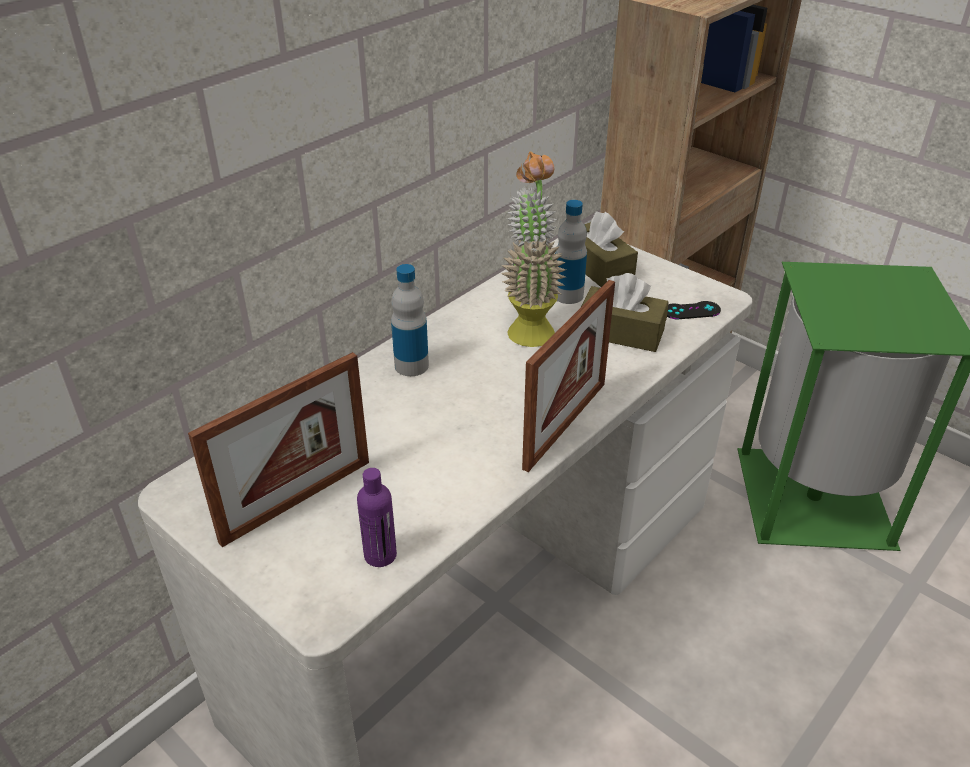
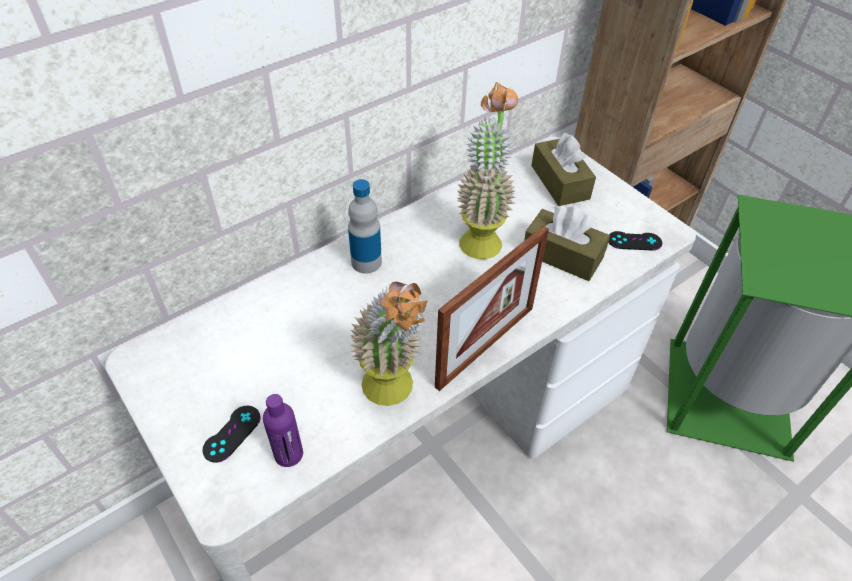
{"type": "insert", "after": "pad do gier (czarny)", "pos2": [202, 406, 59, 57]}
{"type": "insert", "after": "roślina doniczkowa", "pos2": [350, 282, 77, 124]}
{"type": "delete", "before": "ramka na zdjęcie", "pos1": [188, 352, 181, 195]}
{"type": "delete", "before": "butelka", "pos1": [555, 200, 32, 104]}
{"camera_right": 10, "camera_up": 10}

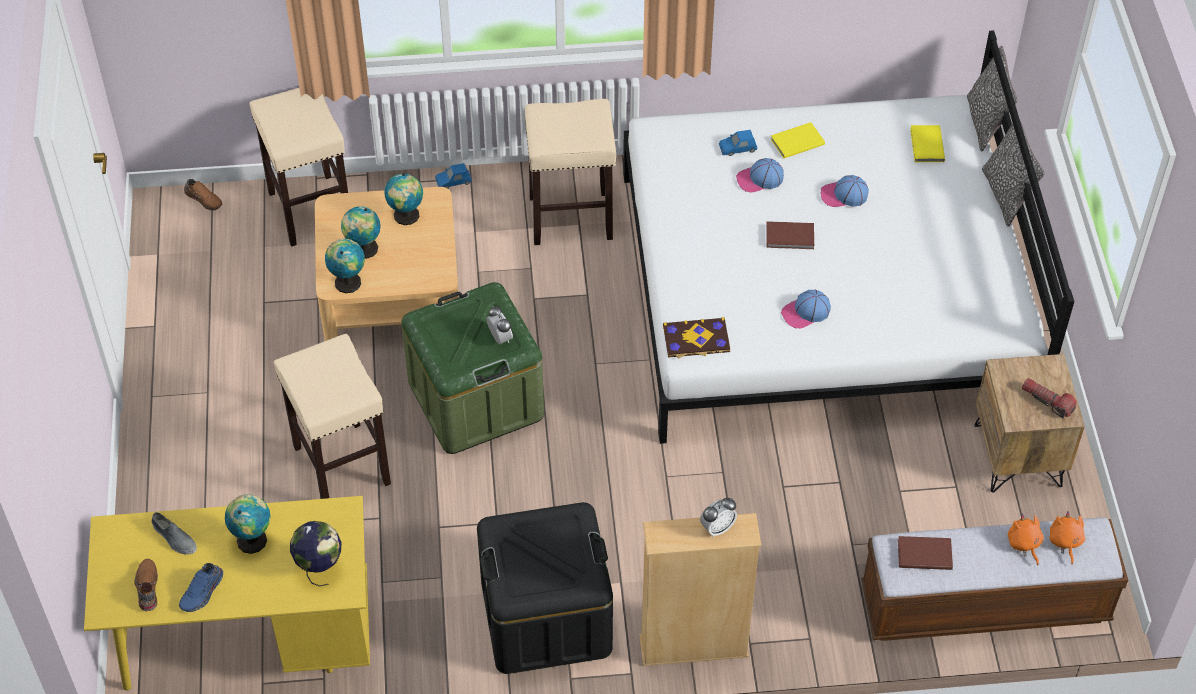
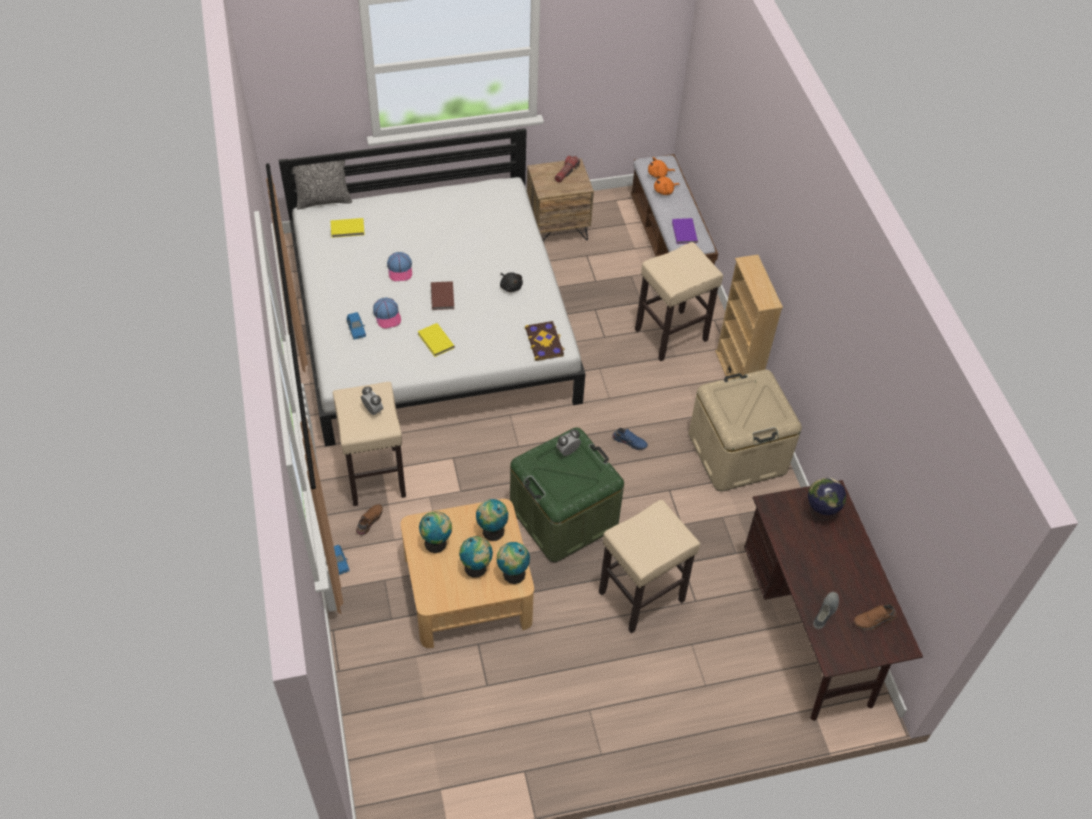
{"type": "move", "before": "but (brązowy)", "pos1": [184, 179, 38, 31], "pos2": [356, 504, 27, 32]}
{"type": "move", "before": "budzik", "pos1": [700, 498, 37, 39], "pos2": [361, 387, 22, 28]}
{"type": "move", "before": "książka (żółty)", "pos1": [771, 122, 54, 36], "pos2": [418, 323, 37, 34]}
{"type": "move", "before": "globus", "pos1": [225, 494, 45, 60], "pos2": [476, 499, 32, 42]}
{"type": "replace", "before": "czapka z daszkiem", "after": "pluszak (czarny)", "pos1": [781, 290, 50, 38], "pos2": [500, 272, 23, 20]}
{"type": "move", "before": "but (niebieski)", "pos1": [179, 563, 44, 49], "pos2": [612, 428, 36, 22]}
{"type": "move", "before": "stołek (beżowy)", "pos1": [249, 88, 99, 158], "pos2": [635, 242, 88, 119]}
{"type": "recolor", "before": "książka (brązowy)", "after": "książka (fioletowy)", "pos1": [898, 536, 55, 34], "pos2": [672, 218, 26, 26]}
{"type": "recolor", "before": "pojemnik do przechowywania (czarny)", "after": "pojemnik do przechowywania (beżowy)", "pos1": [477, 502, 136, 172], "pos2": [689, 369, 113, 122]}
{"type": "recolor", "before": "biurko (żółty)", "after": "biurko (brązowy)", "pos1": [84, 496, 286, 195], "pos2": [744, 480, 179, 241]}
{"type": "delete", "before": "poduszka", "pos1": [982, 121, 63, 106]}
{"camera_right": -100, "camera_up": 0}

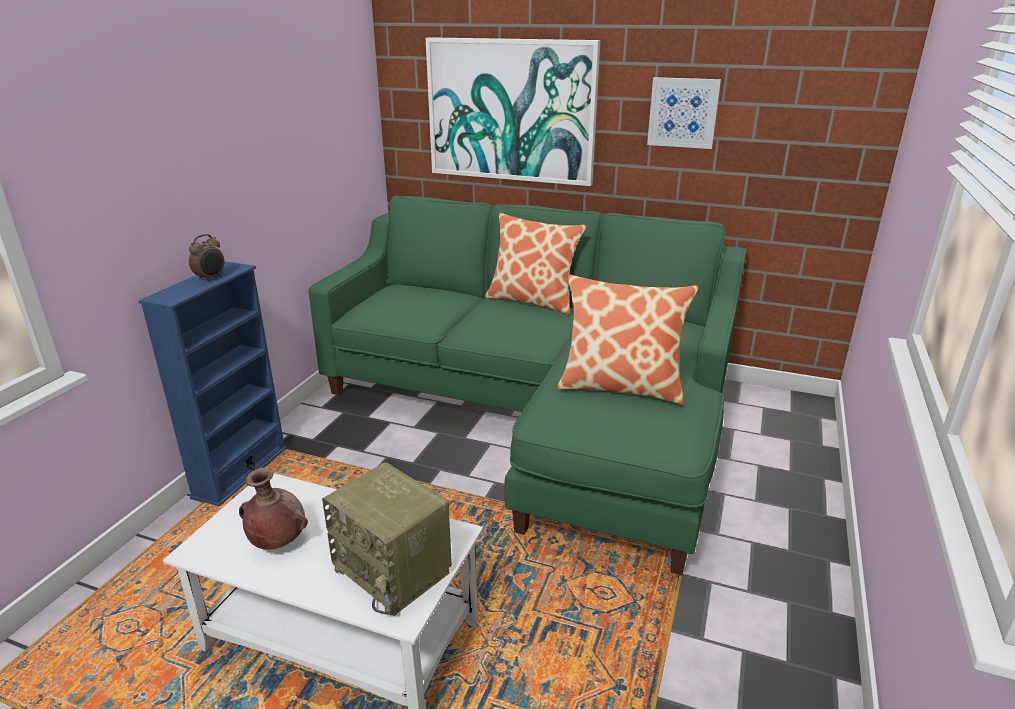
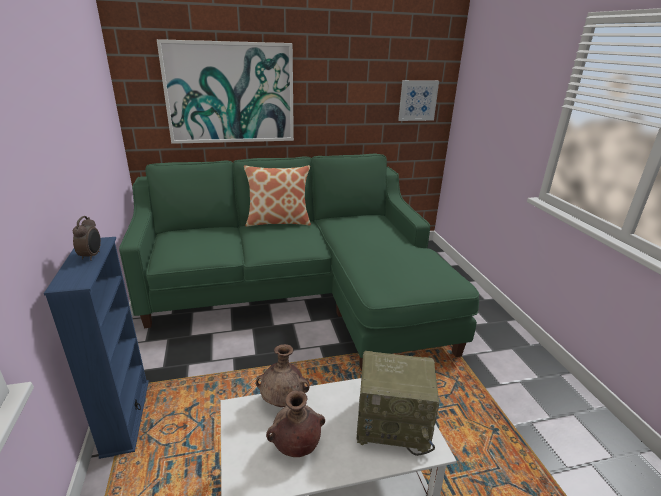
{"type": "insert", "after": "wazon (brązowy)", "pos2": [256, 344, 54, 63]}
{"type": "move", "before": "obraz", "pos1": [647, 77, 74, 72], "pos2": [398, 80, 41, 41]}
{"type": "delete", "before": "poduszka", "pos1": [557, 275, 142, 130]}
{"camera_right": -35, "camera_up": 0}

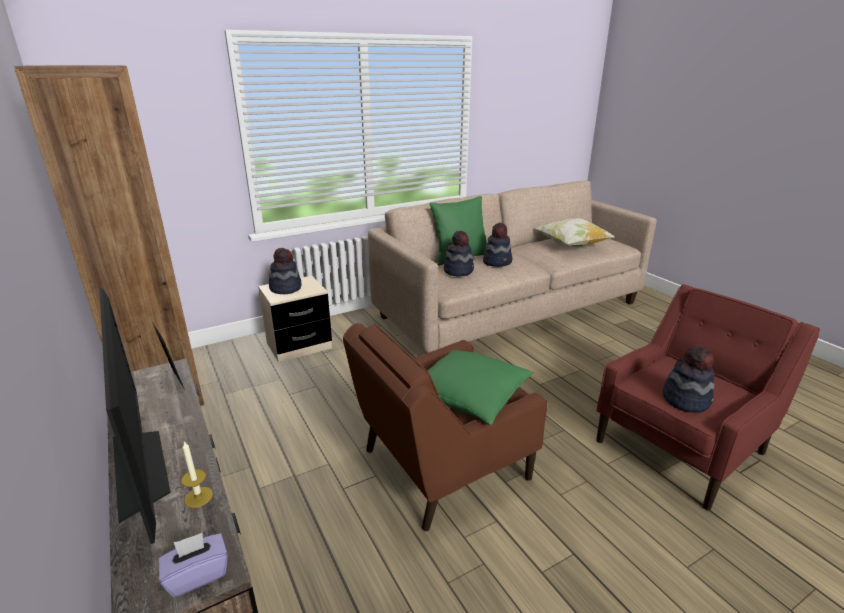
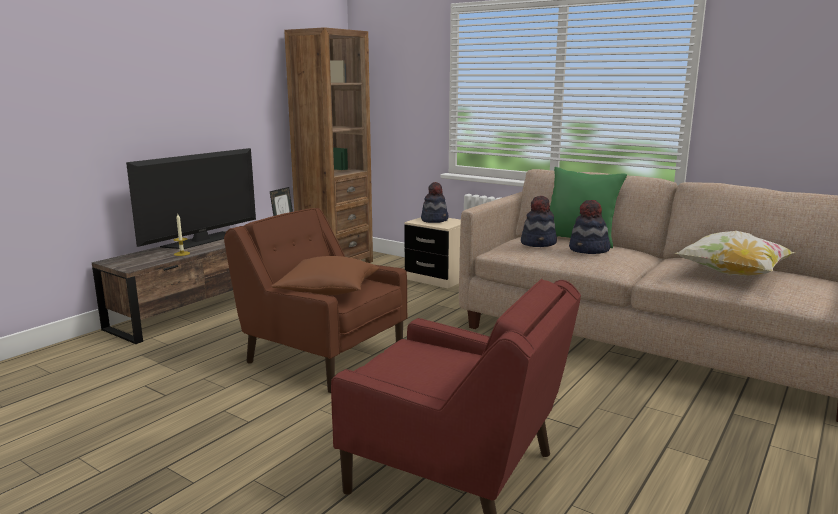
{"type": "recolor", "before": "poduszka (zielony)", "after": "poduszka (brązowy)", "pos1": [427, 350, 107, 75], "pos2": [271, 256, 108, 39]}
{"type": "delete", "before": "pudełko chusteczek (fioletowy)", "pos1": [159, 533, 69, 64]}
{"type": "delete", "before": "kapelusz", "pos1": [663, 345, 52, 68]}
{"camera_right": 65, "camera_up": -10}

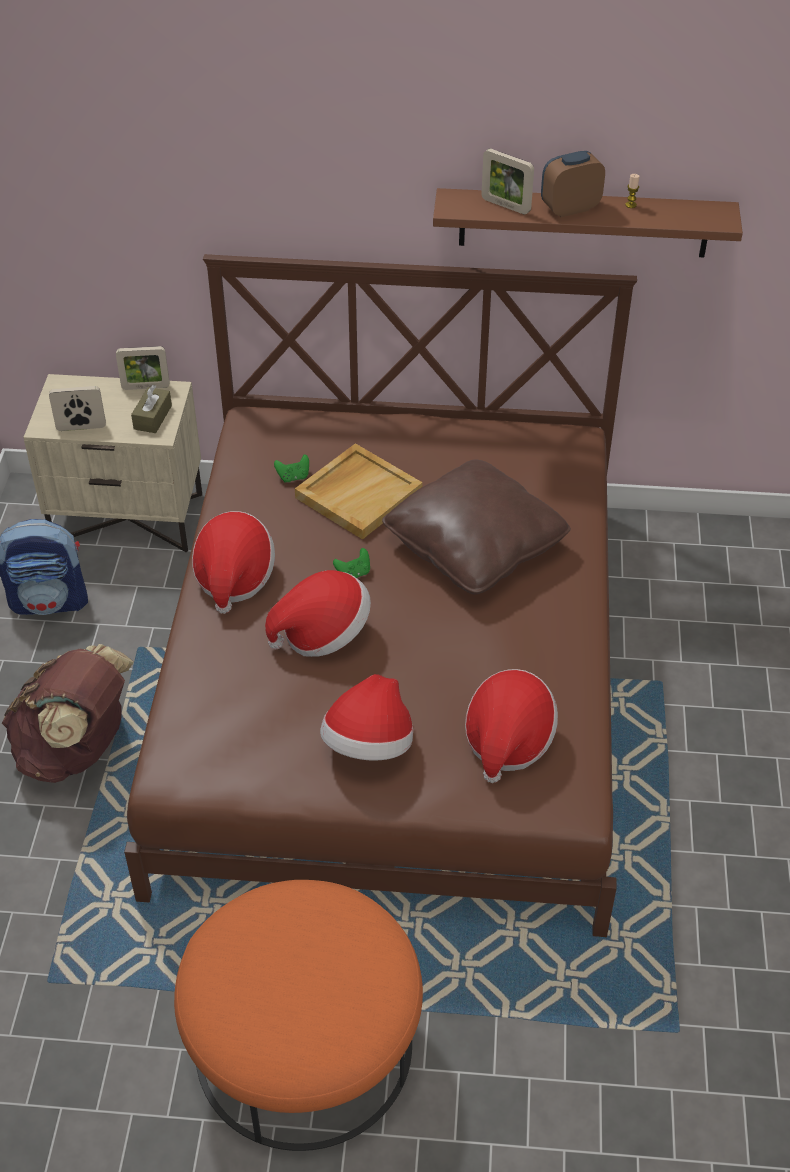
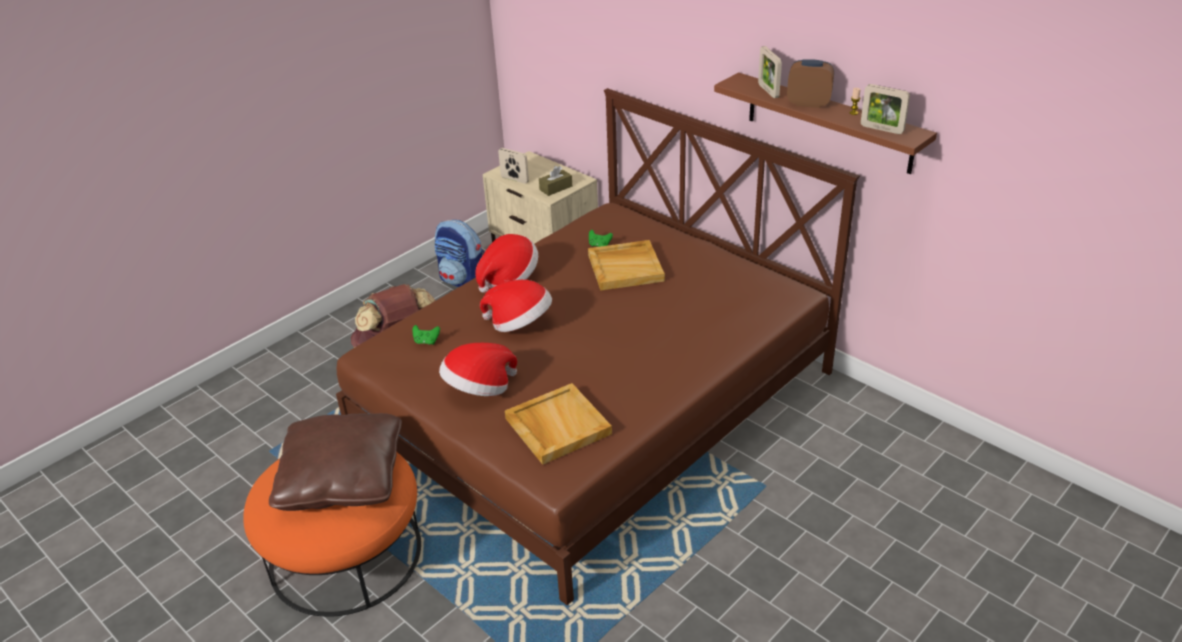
{"type": "move", "before": "poduszka (brązowy)", "pos1": [382, 460, 189, 134], "pos2": [269, 413, 133, 98]}
{"type": "move", "before": "pad do gier (zielony)", "pos1": [333, 548, 37, 30], "pos2": [412, 325, 28, 20]}
{"type": "replace", "before": "kapelusz", "after": "taca (beżowy)", "pos1": [465, 669, 93, 114], "pos2": [505, 383, 107, 82]}
{"type": "move", "before": "ramka na zdjęcie", "pos1": [116, 346, 53, 44], "pos2": [861, 84, 49, 50]}
{"camera_right": 40, "camera_up": -10}

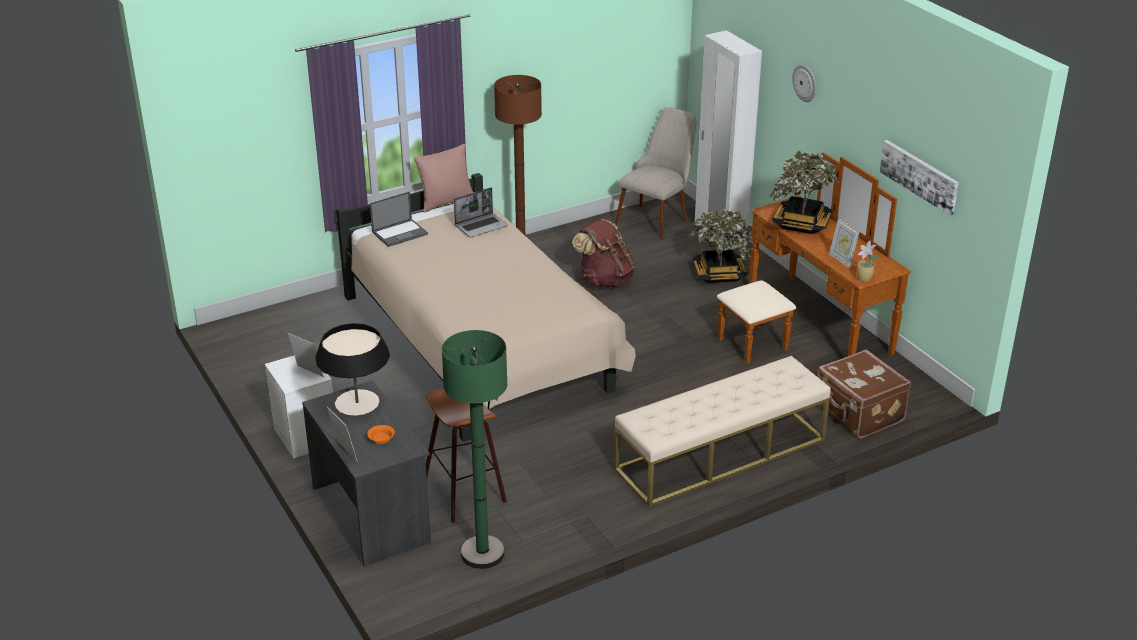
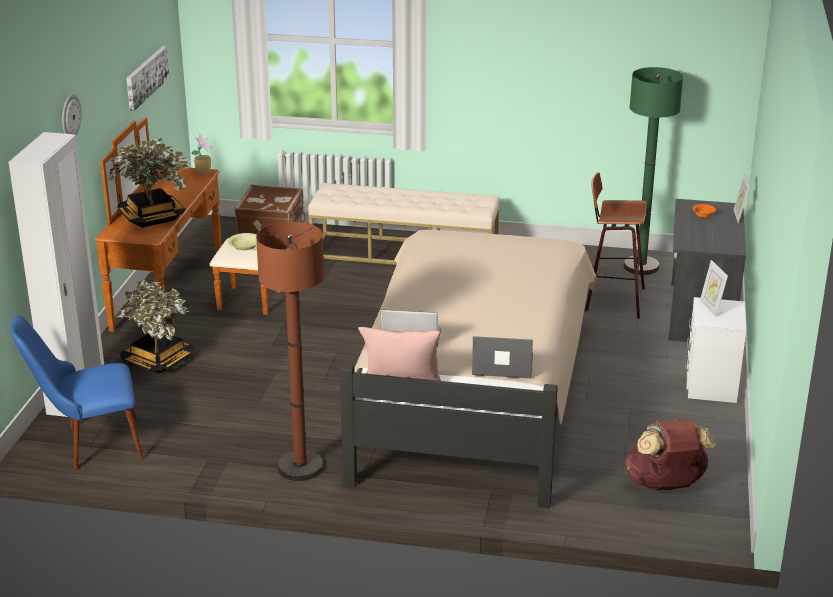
{"type": "recolor", "before": "krzesło (beżowy)", "after": "krzesło (niebieski)", "pos1": [615, 107, 81, 133], "pos2": [10, 315, 134, 155]}
{"type": "insert", "after": "miska (żółty)", "pos2": [227, 233, 30, 17]}
{"type": "move", "before": "plecak (brązowy)", "pos1": [572, 219, 63, 69], "pos2": [625, 419, 91, 71]}
{"type": "delete", "before": "lampa stołowa", "pos1": [315, 323, 75, 94]}
{"type": "delete", "before": "ramka na zdjęcie", "pos1": [829, 218, 30, 50]}
{"camera_right": -140, "camera_up": -5}

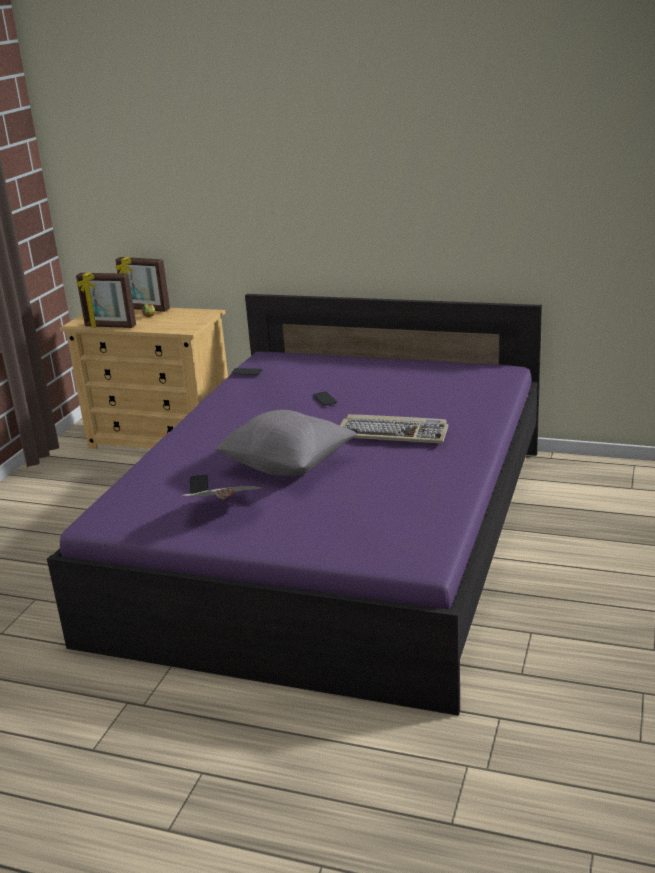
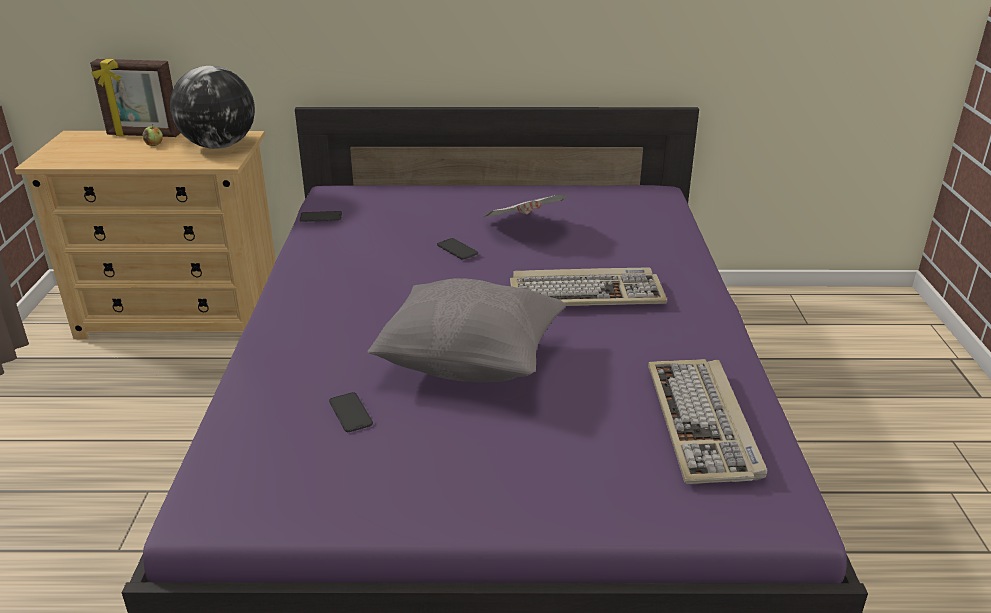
{"type": "insert", "after": "globus", "pos2": [170, 66, 85, 83]}
{"type": "move", "before": "gazeta", "pos1": [183, 486, 79, 14], "pos2": [484, 194, 84, 23]}
{"type": "insert", "after": "klawiatura", "pos2": [648, 359, 119, 125]}
{"type": "delete", "before": "ramka na zdjęcie", "pos1": [76, 273, 60, 55]}
{"camera_right": -20, "camera_up": 5}

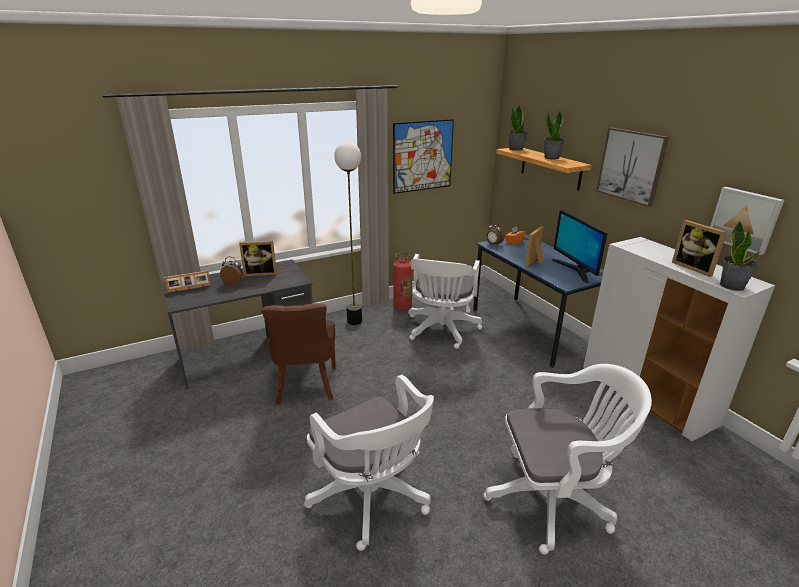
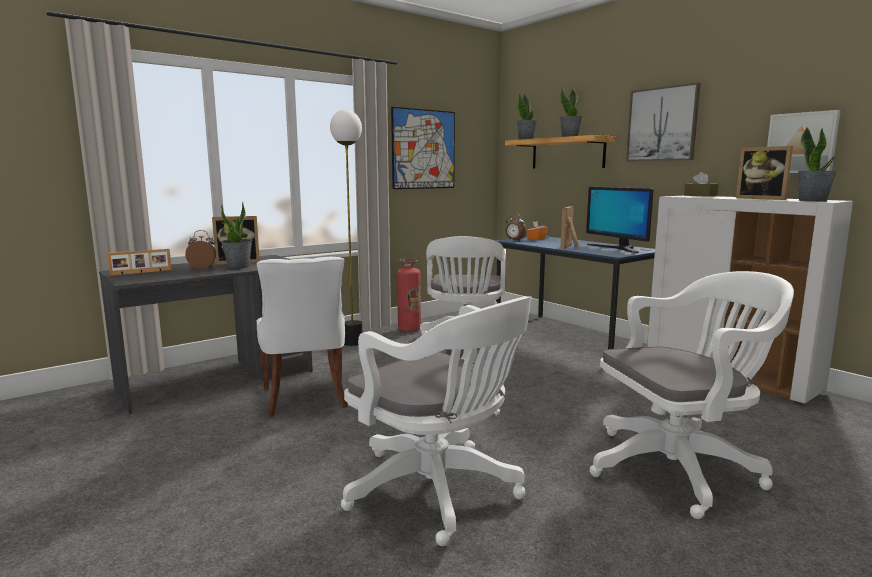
{"type": "insert", "after": "roślina doniczkowa", "pos2": [221, 202, 31, 67]}
{"type": "recolor", "before": "krzesło (brązowy)", "after": "krzesło (biały)", "pos1": [261, 303, 75, 101], "pos2": [257, 257, 91, 160]}
{"type": "insert", "after": "pudełko chusteczek (brązowy)", "pos2": [684, 172, 35, 25]}
{"camera_right": -10, "camera_up": -15}

